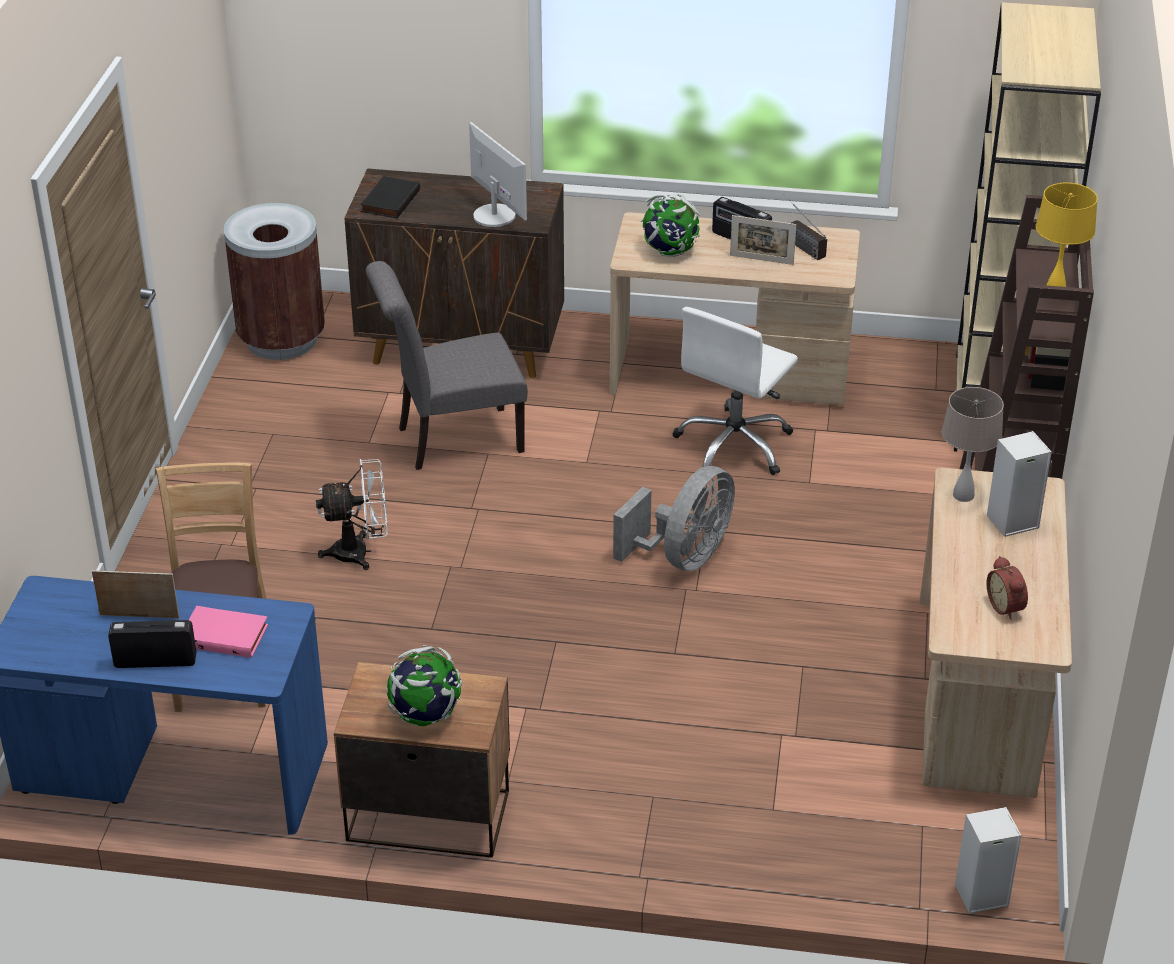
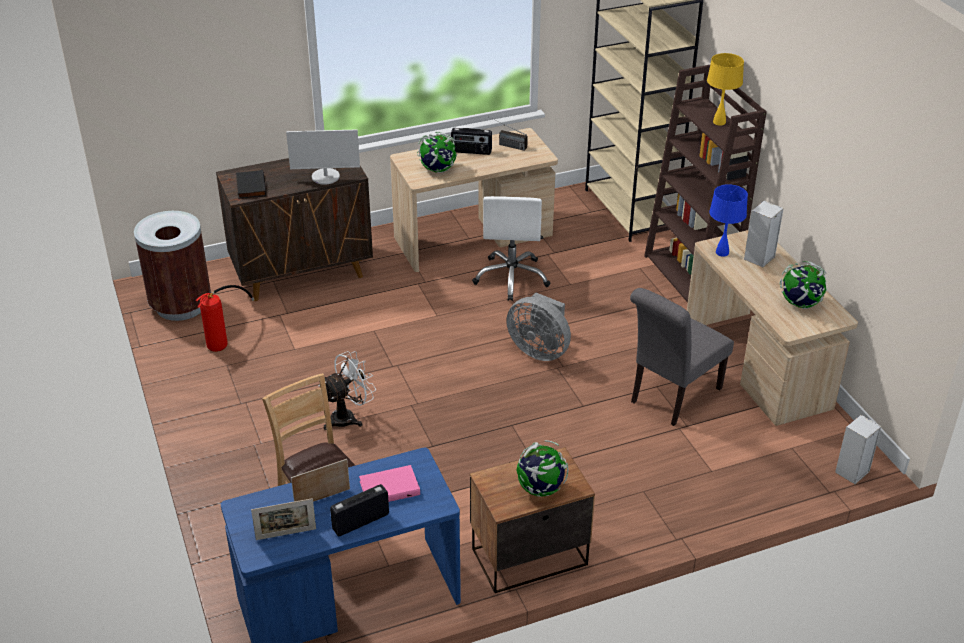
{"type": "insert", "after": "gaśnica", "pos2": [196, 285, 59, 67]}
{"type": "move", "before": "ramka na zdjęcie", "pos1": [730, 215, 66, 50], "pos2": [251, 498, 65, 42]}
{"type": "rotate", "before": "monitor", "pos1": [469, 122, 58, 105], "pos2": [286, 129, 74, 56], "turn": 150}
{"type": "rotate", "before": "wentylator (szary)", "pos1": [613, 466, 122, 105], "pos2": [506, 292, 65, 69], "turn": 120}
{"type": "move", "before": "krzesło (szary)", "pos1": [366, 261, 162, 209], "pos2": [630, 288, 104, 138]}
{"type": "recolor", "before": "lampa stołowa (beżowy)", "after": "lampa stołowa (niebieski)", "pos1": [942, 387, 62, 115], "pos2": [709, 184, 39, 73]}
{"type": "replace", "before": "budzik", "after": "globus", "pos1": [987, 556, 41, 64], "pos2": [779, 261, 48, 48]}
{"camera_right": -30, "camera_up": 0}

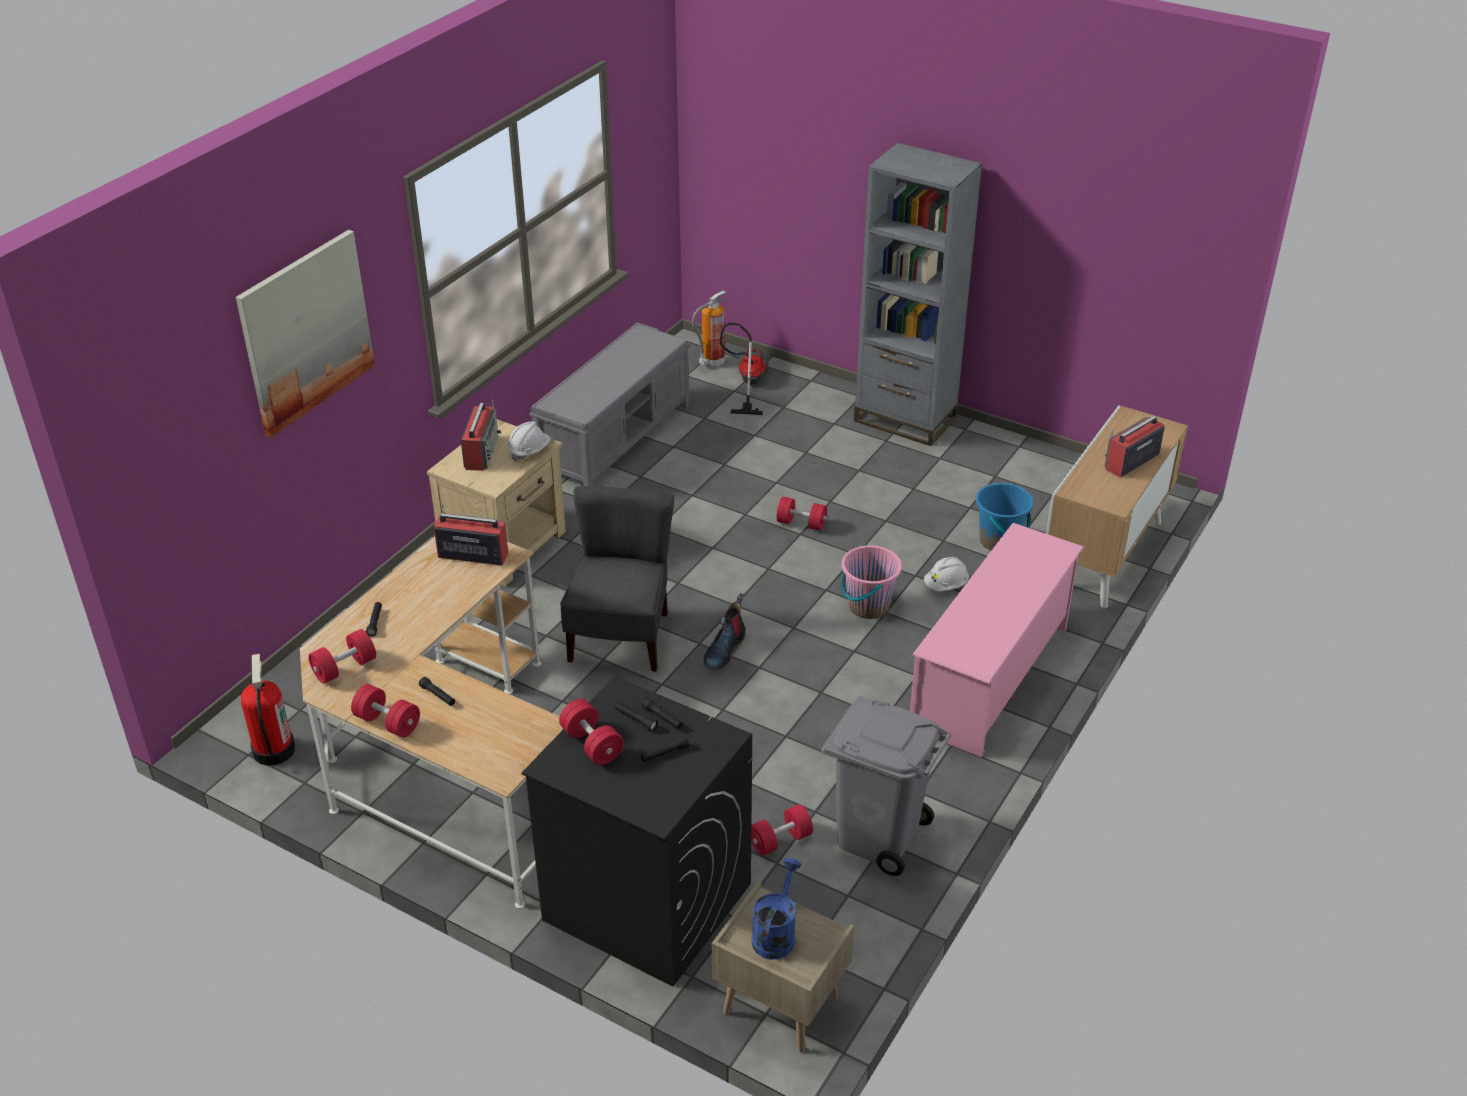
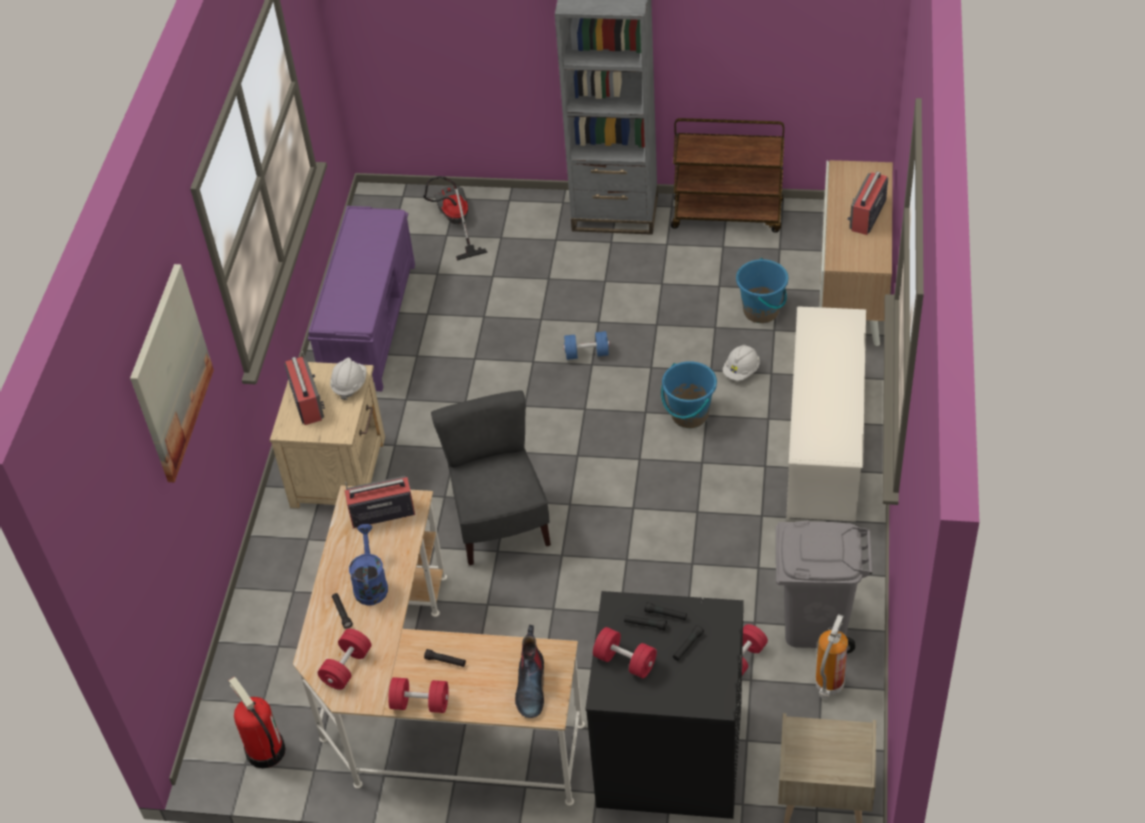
{"type": "recolor", "before": "ławka (szary)", "after": "ławka (fioletowy)", "pos1": [529, 322, 161, 164], "pos2": [308, 206, 107, 186]}
{"type": "move", "before": "konewka (niebieski)", "pos1": [752, 858, 50, 102], "pos2": [349, 524, 39, 82]}
{"type": "move", "before": "but z cholewką", "pos1": [704, 593, 42, 76], "pos2": [515, 625, 29, 93]}
{"type": "recolor", "before": "hantel (czerwony)", "after": "hantel (niebieski)", "pos1": [777, 497, 50, 34], "pos2": [564, 331, 45, 29]}
{"type": "recolor", "before": "wiadro (różowy)", "after": "wiadro (niebieski)", "pos1": [841, 544, 61, 75], "pos2": [661, 361, 56, 67]}
{"type": "insert", "after": "wózek (brązowy)", "pos2": [671, 118, 113, 115]}
{"type": "recolor", "before": "regał na buty (różowy)", "after": "regał na buty (biały)", "pos1": [910, 523, 174, 234], "pos2": [786, 306, 80, 216]}
{"type": "move", "before": "gaśnica", "pos1": [692, 290, 35, 78], "pos2": [815, 614, 33, 85]}
{"camera_right": -20, "camera_up": 10}

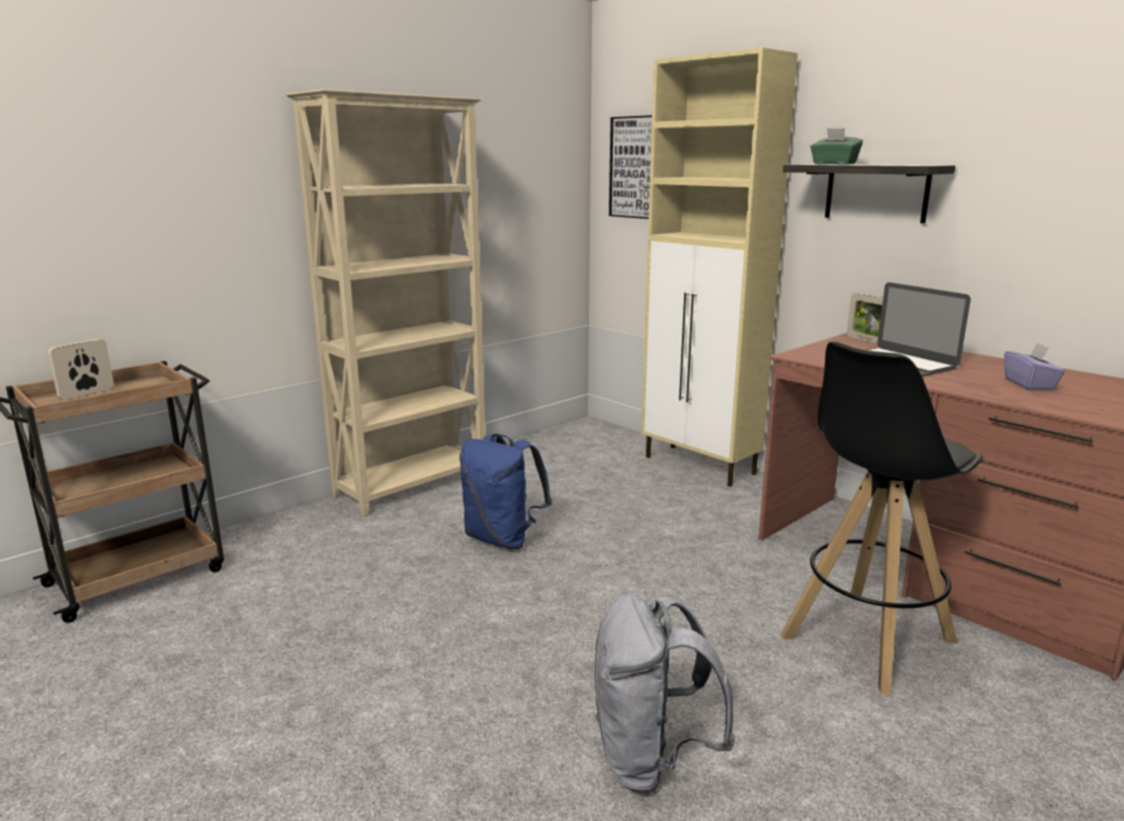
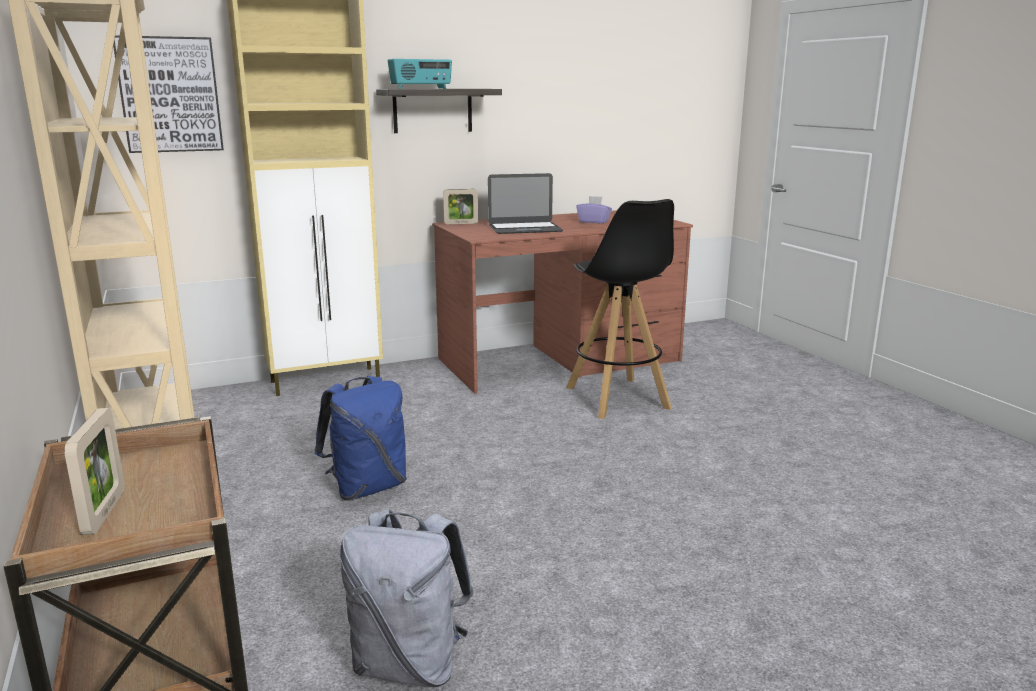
{"type": "rotate", "before": "ramka na zdjęcie", "pos1": [48, 339, 66, 61], "pos2": [65, 408, 59, 127], "turn": -150}
{"type": "move", "before": "plecak (szary)", "pos1": [594, 593, 141, 201], "pos2": [340, 509, 133, 178]}
{"type": "replace", "before": "pudełko chusteczek (zielony)", "after": "radio", "pos1": [810, 128, 53, 37], "pos2": [388, 59, 64, 30]}
{"camera_right": -70, "camera_up": 0}

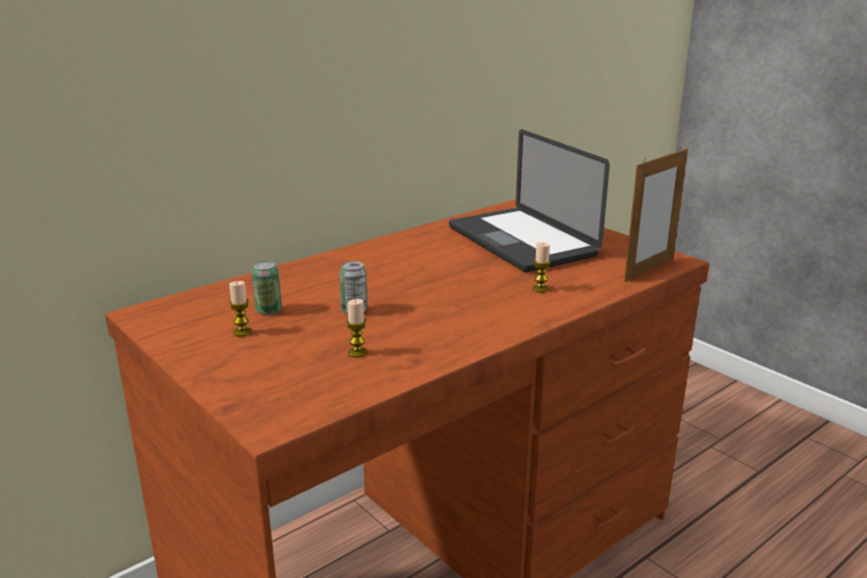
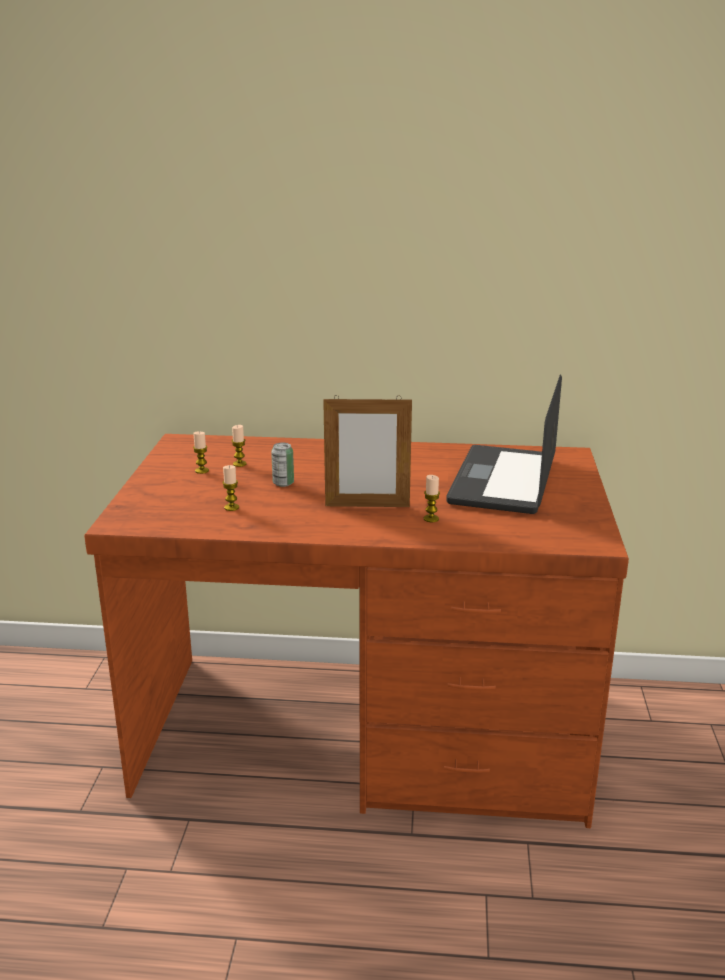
{"type": "replace", "before": "puszka", "after": "świeca", "pos1": [252, 261, 30, 54], "pos2": [231, 425, 16, 42]}
{"type": "move", "before": "ramka na zdjęcie", "pos1": [624, 148, 64, 134], "pos2": [323, 395, 89, 112]}
{"camera_right": 45, "camera_up": 0}

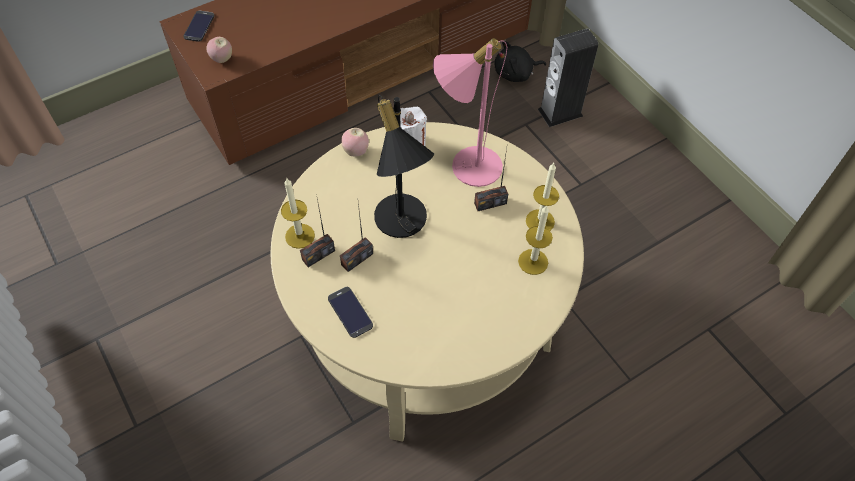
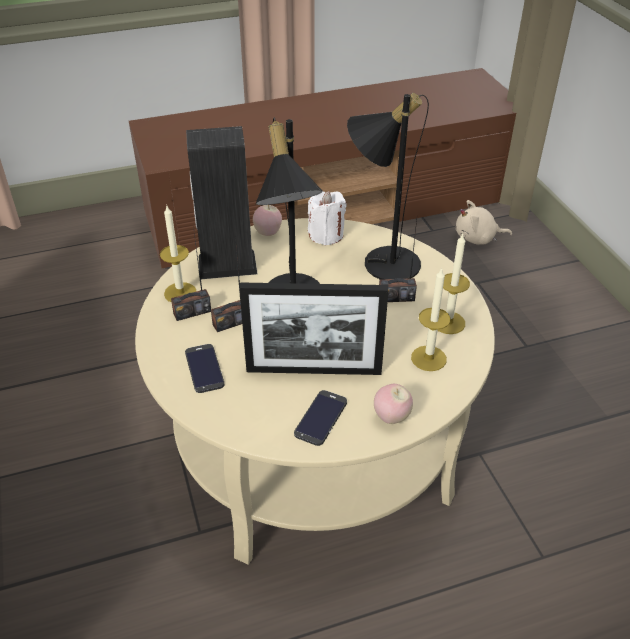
{"type": "move", "before": "głośnik", "pos1": [538, 28, 60, 99], "pos2": [186, 126, 71, 153]}
{"type": "insert", "after": "ramka na zdjęcie", "pos2": [239, 282, 149, 93]}
{"type": "move", "before": "telefon", "pos1": [183, 11, 31, 31], "pos2": [294, 390, 53, 56]}
{"type": "recolor", "before": "lampa stołowa (różowy)", "after": "lampa stołowa (czarny)", "pos1": [433, 38, 74, 149], "pos2": [347, 93, 82, 187]}
{"type": "move", "before": "jabłko", "pos1": [206, 37, 26, 26], "pos2": [374, 384, 39, 40]}
{"type": "recolor", "before": "pluszak (czarny)", "after": "pluszak (beżowy)", "pos1": [494, 41, 52, 41], "pos2": [456, 200, 56, 45]}
{"camera_right": 15, "camera_up": -15}

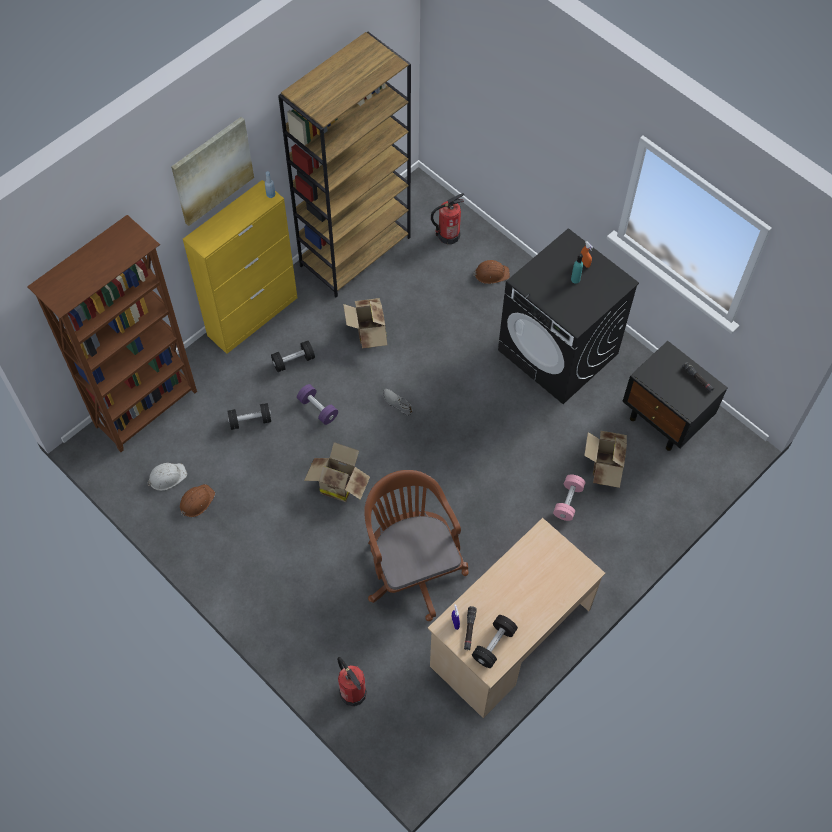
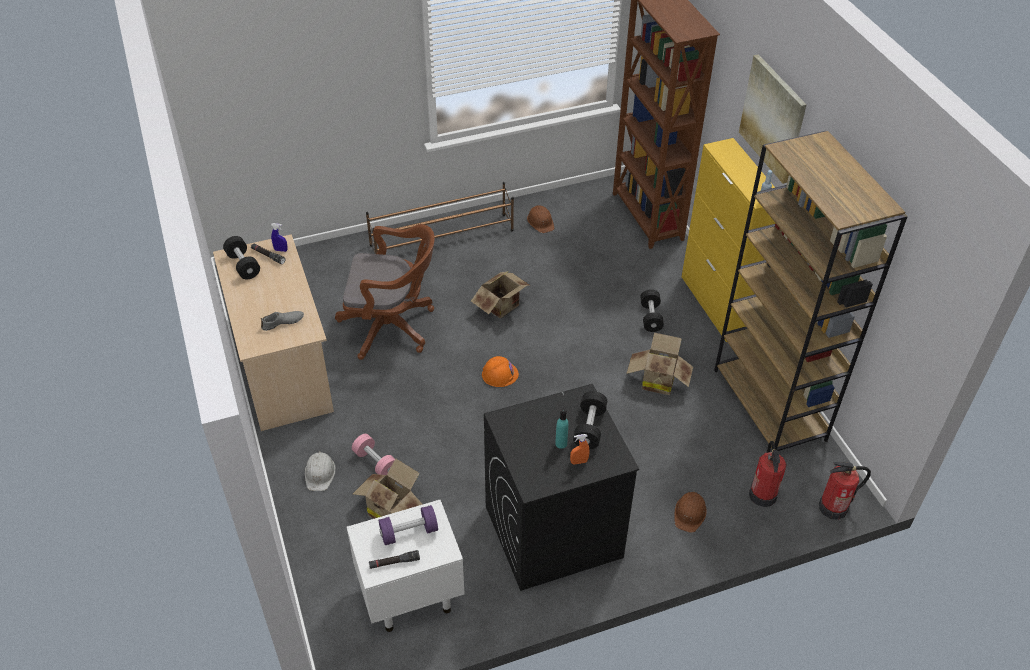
{"type": "move", "before": "but (szary)", "pos1": [383, 389, 30, 27], "pos2": [261, 311, 43, 20]}
{"type": "move", "before": "kask (biały)", "pos1": [148, 463, 39, 28], "pos2": [305, 451, 31, 40]}
{"type": "recolor", "before": "szafka nocna (czarny)", "after": "szafka nocna (biały)", "pos1": [622, 341, 106, 110], "pos2": [347, 500, 118, 132]}
{"type": "insert", "after": "regał na buty (brązowy)", "pos2": [366, 182, 148, 72]}
{"type": "move", "before": "hantel (fioletowy)", "pos1": [297, 384, 41, 41], "pos2": [378, 505, 60, 40]}
{"type": "insert", "after": "kask (pomarańczowy)", "pos2": [482, 356, 37, 31]}
{"type": "move", "before": "hantel (czarny)", "pos1": [228, 403, 43, 27], "pos2": [573, 391, 34, 58]}
{"type": "move", "before": "gaśnica", "pos1": [337, 657, 30, 49], "pos2": [819, 462, 52, 58]}
{"camera_right": 115, "camera_up": -15}

